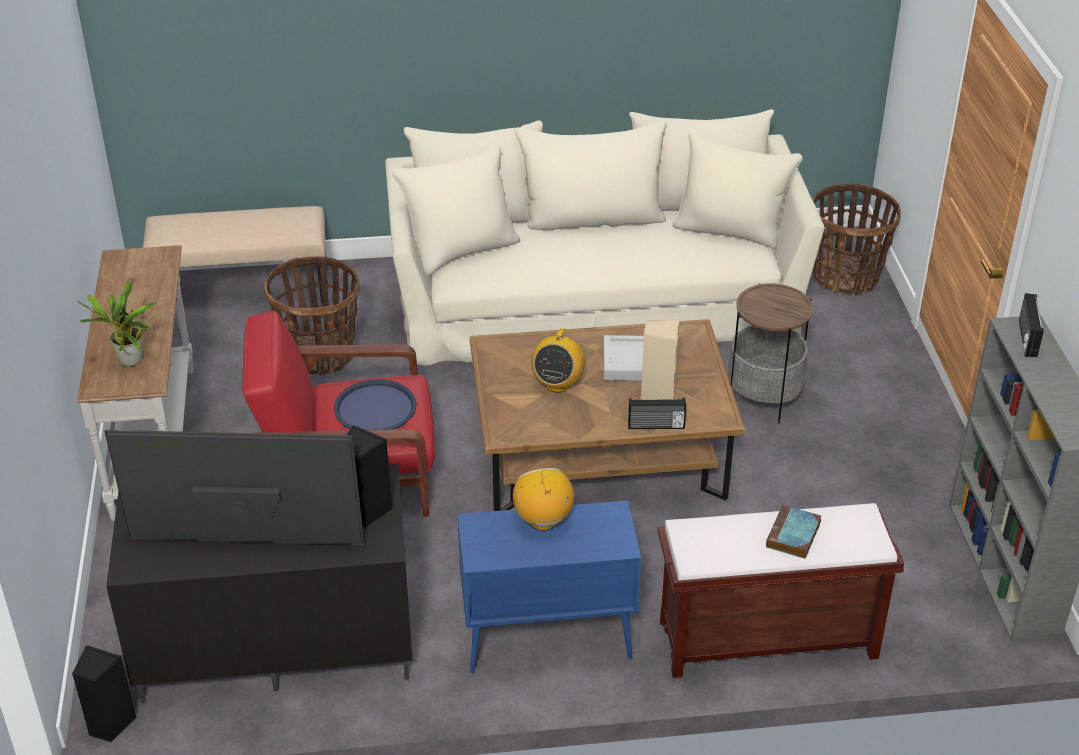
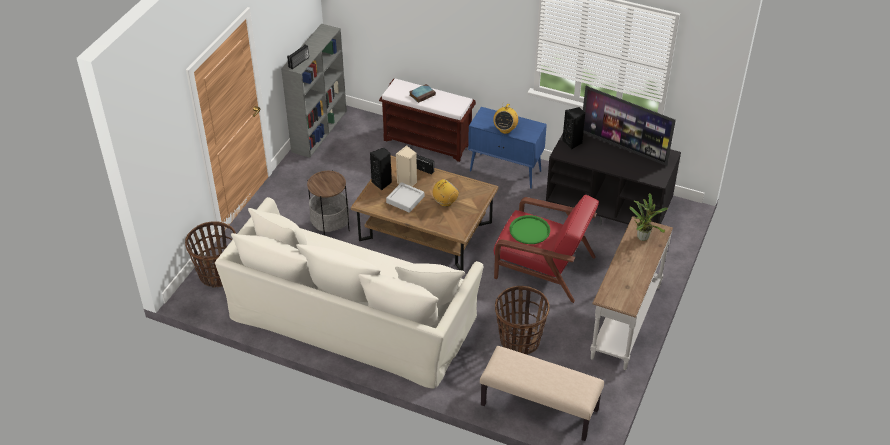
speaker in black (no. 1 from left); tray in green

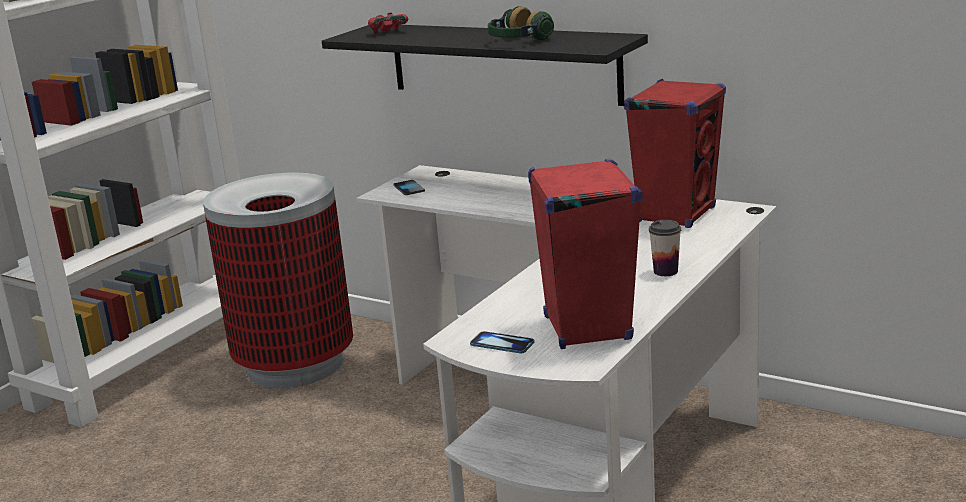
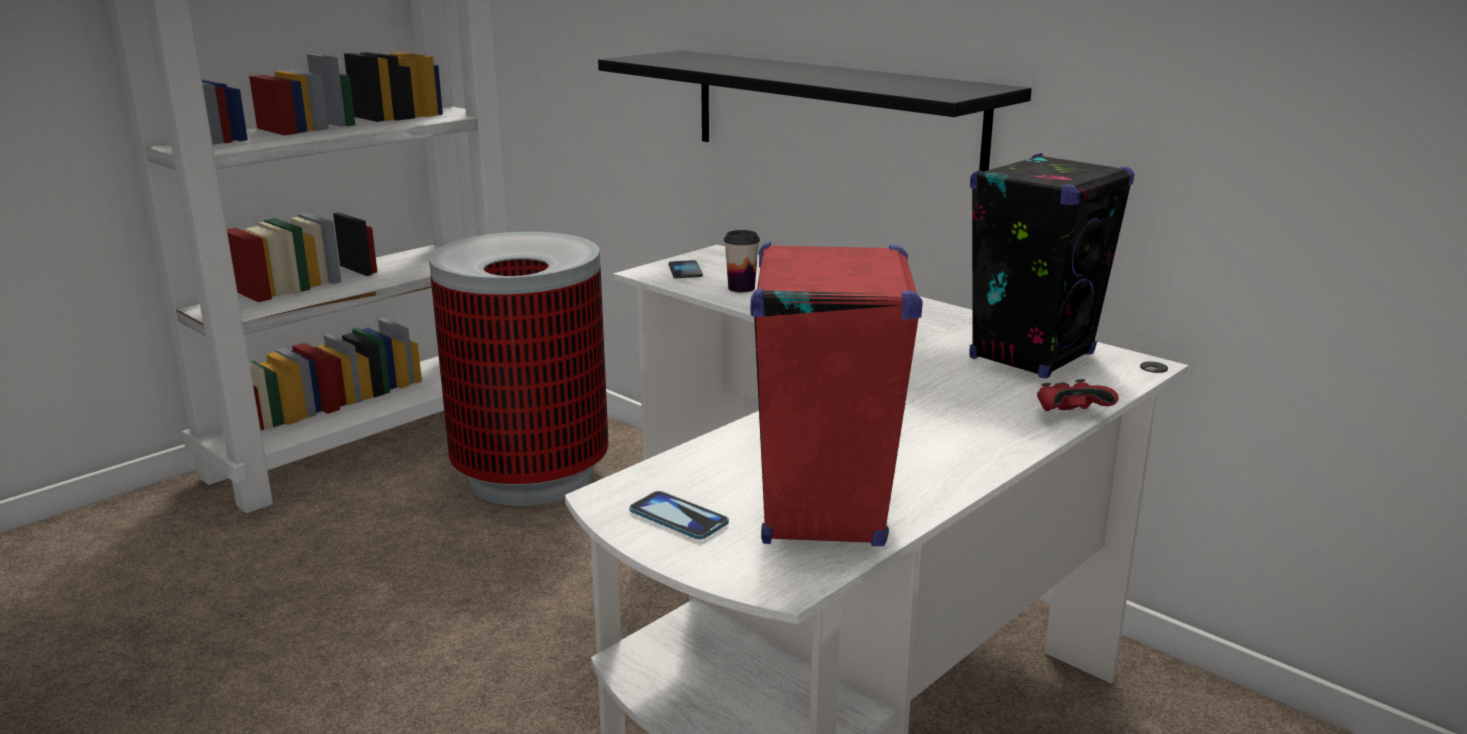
headphones; game controller in red; cup; speaker in black

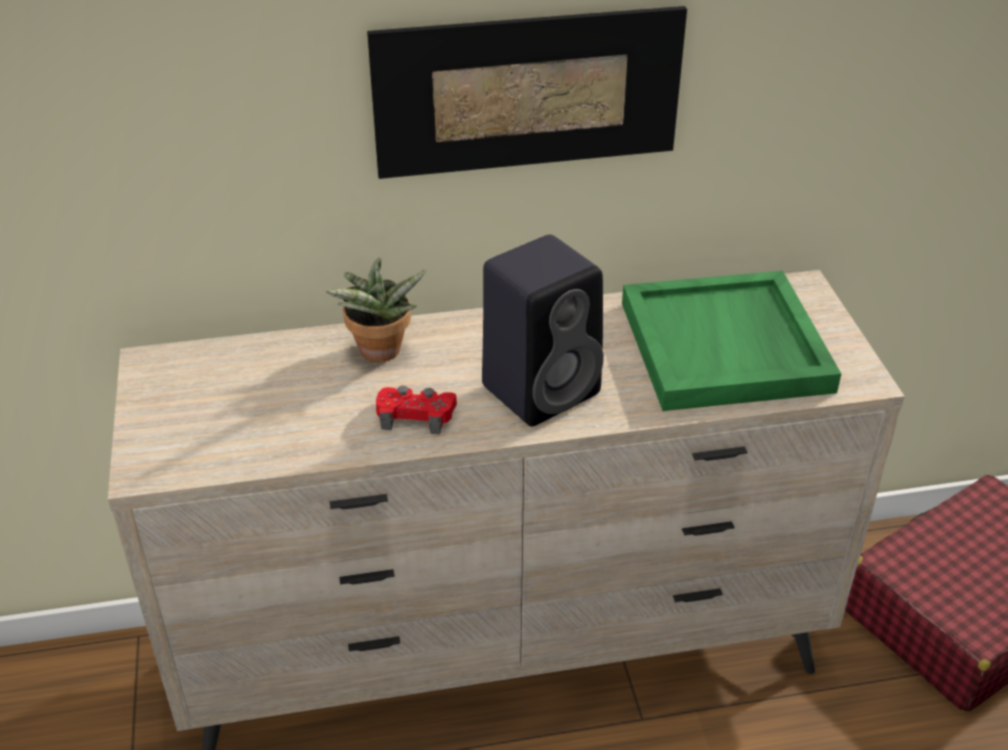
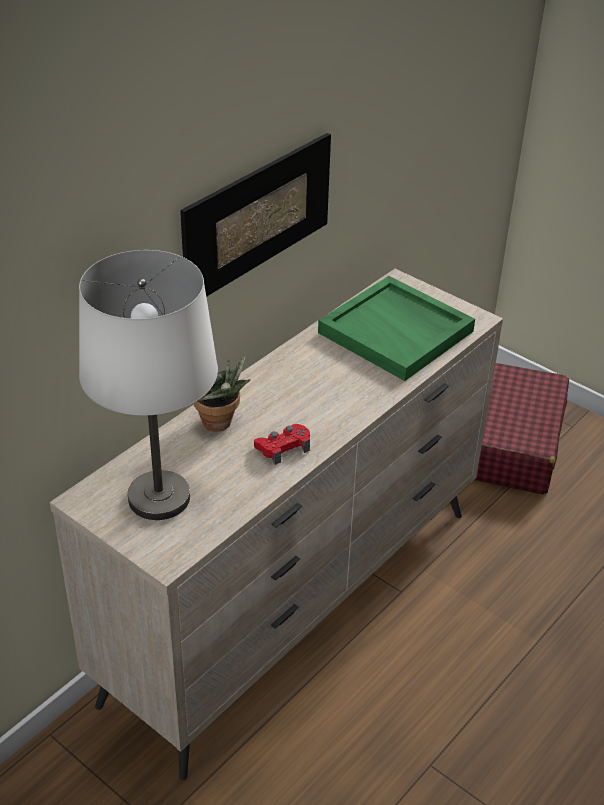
speaker in black; table lamp in white

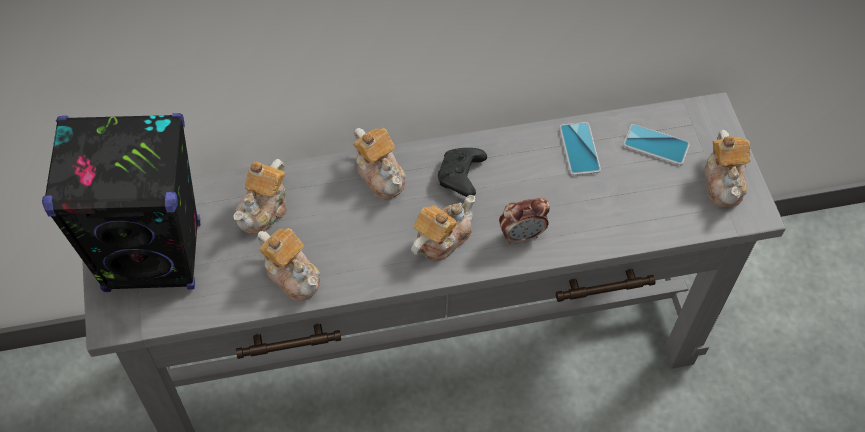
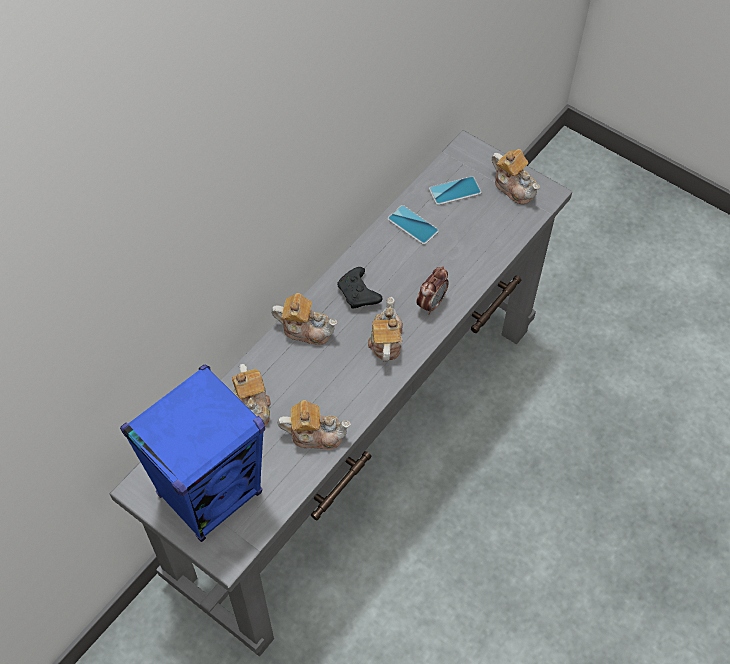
speaker in blue

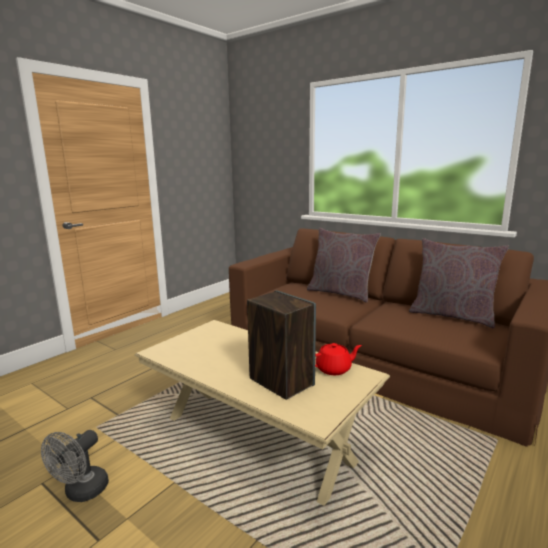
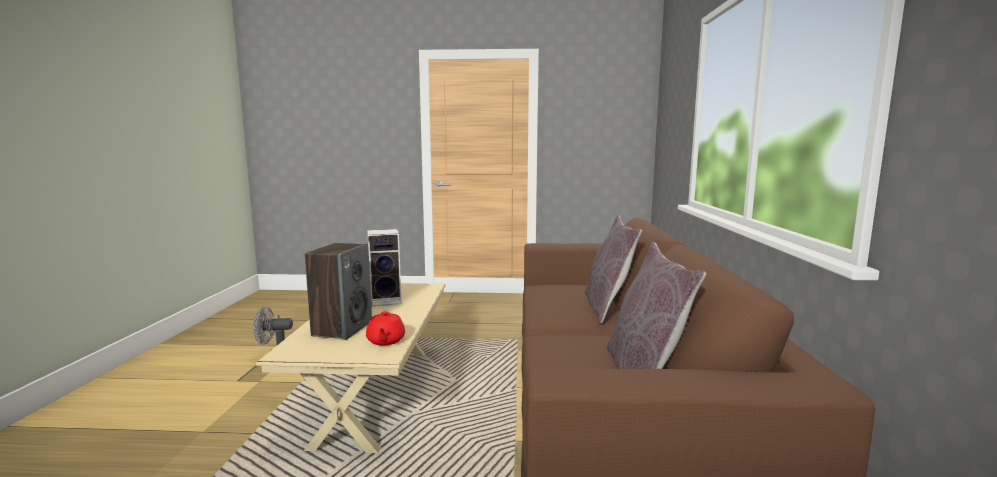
speaker (no. 2 from left); teapot in red

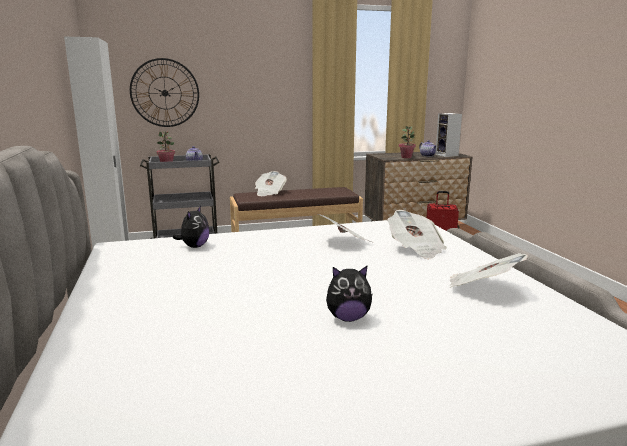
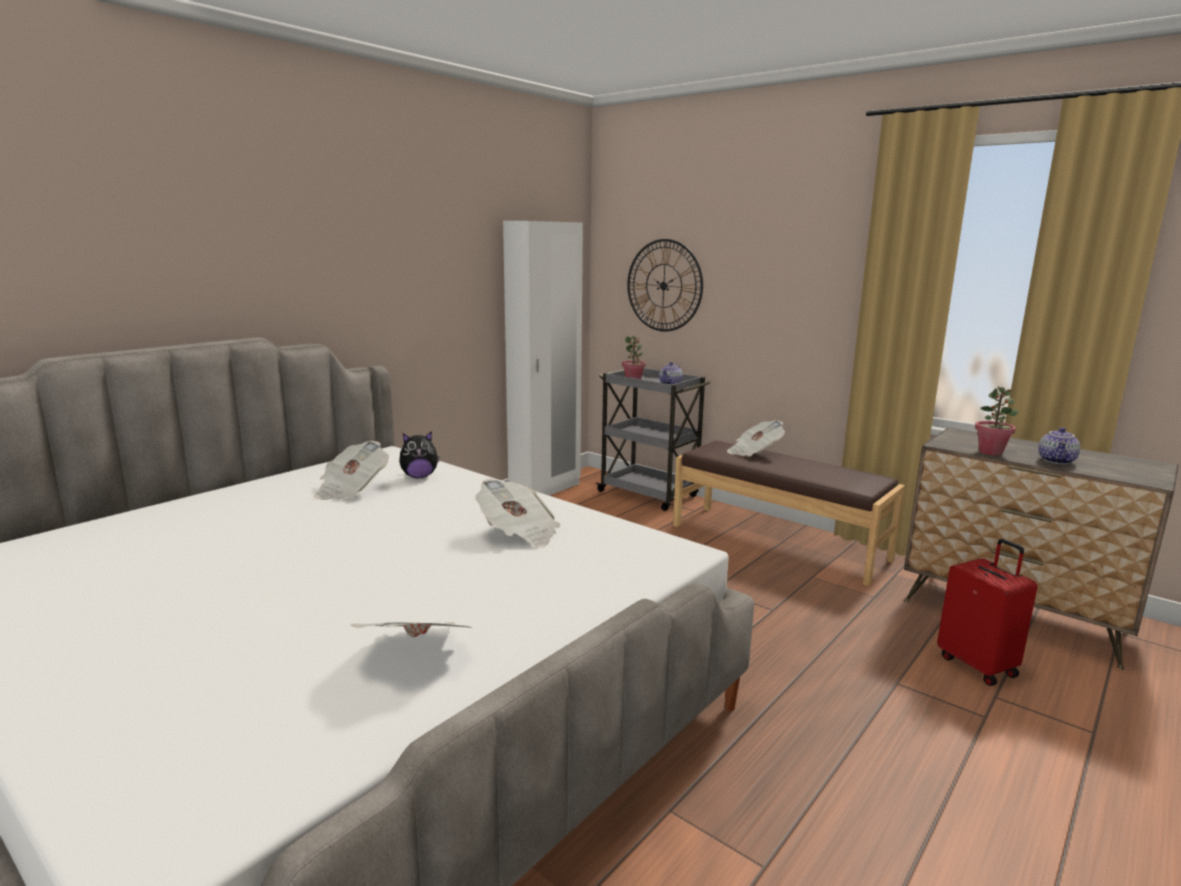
plush toy (no. 2 from left in the first image); speaker; newspaper (no. 1 from left)

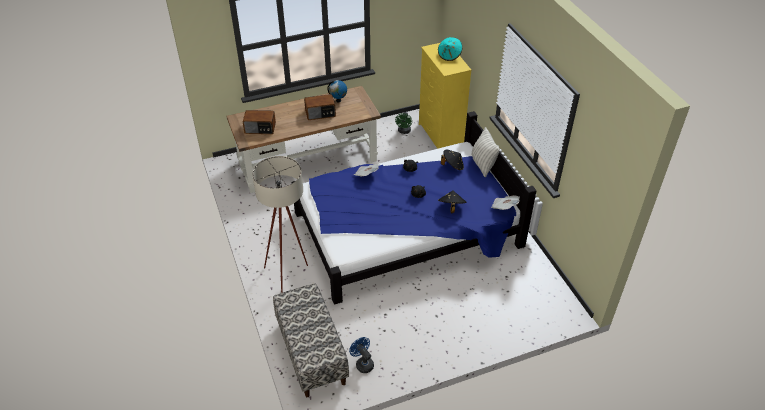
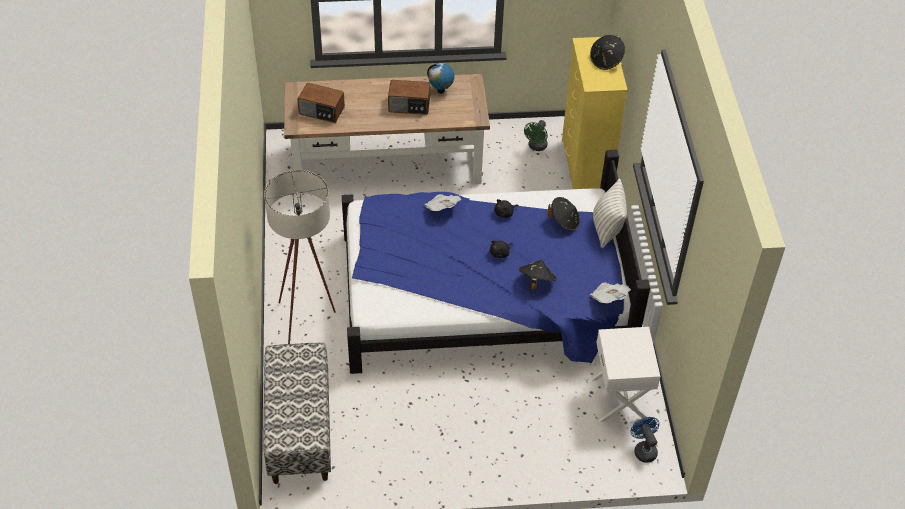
nightstand in white; fan in blue; hat in black (no. 3 from left)

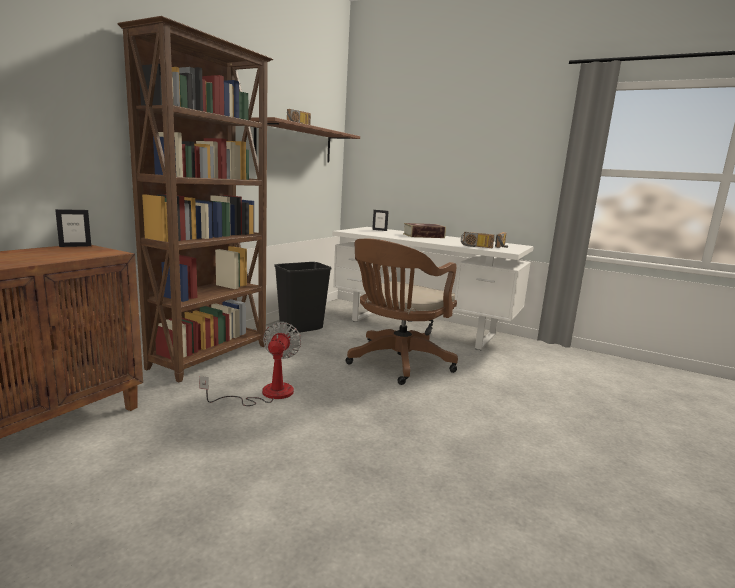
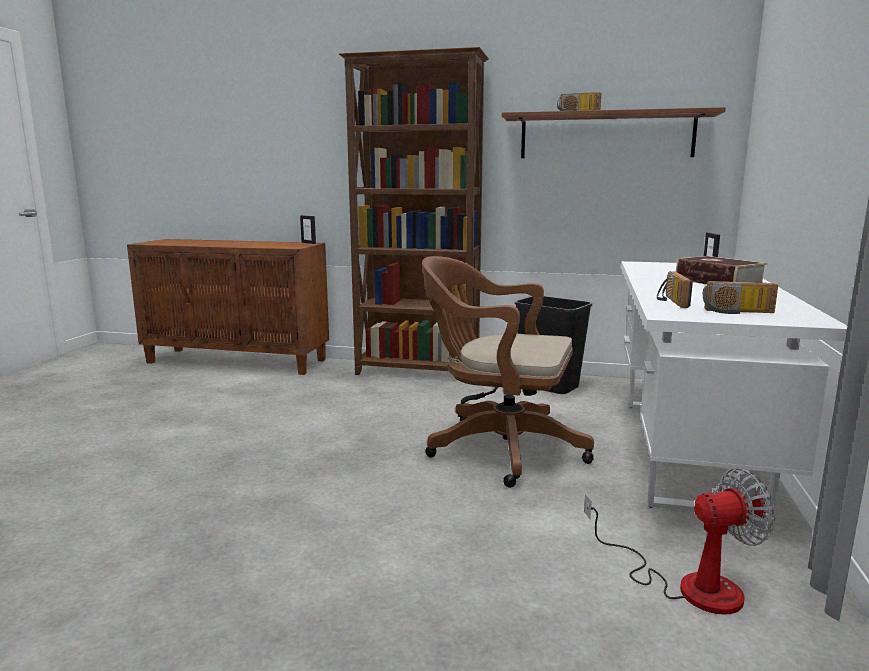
fan

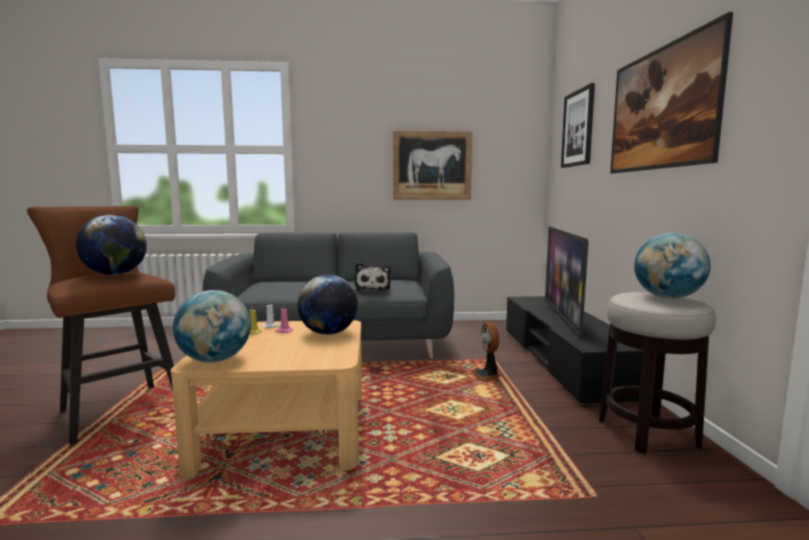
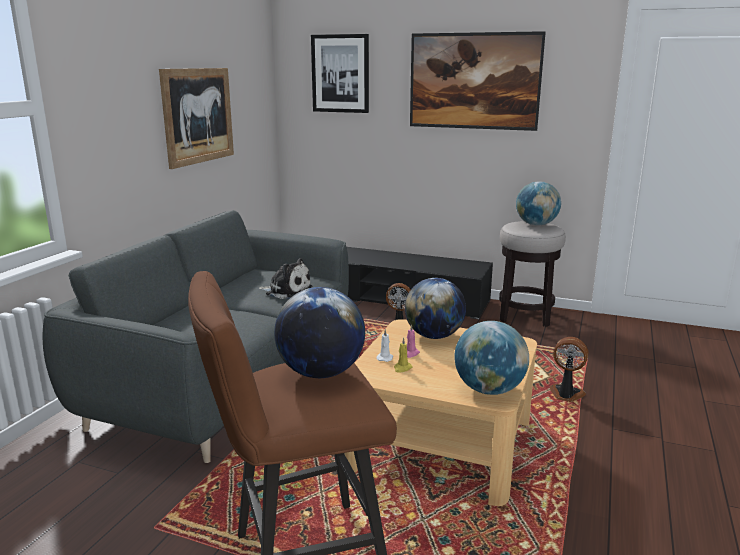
television; fan (no. 2 from left)

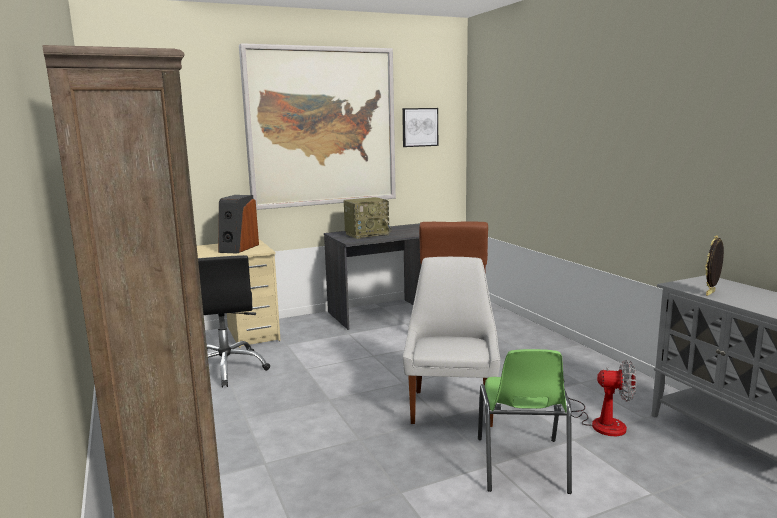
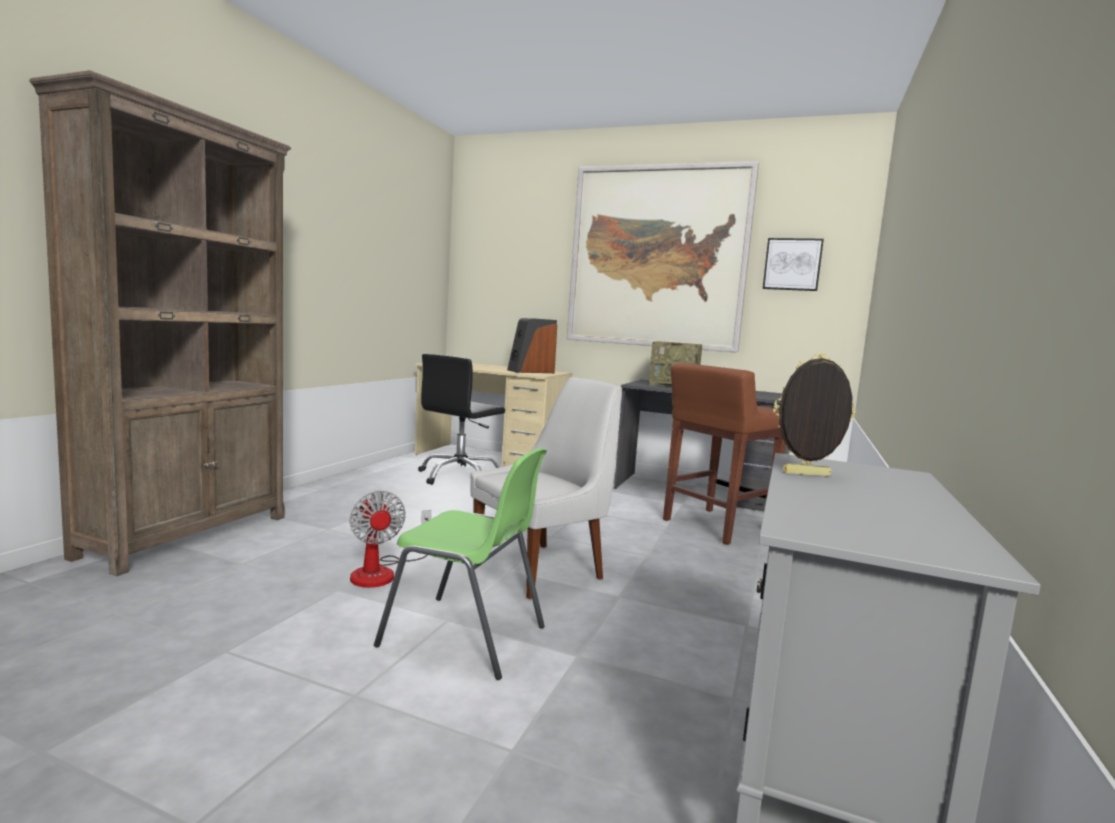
fan; chair in green

